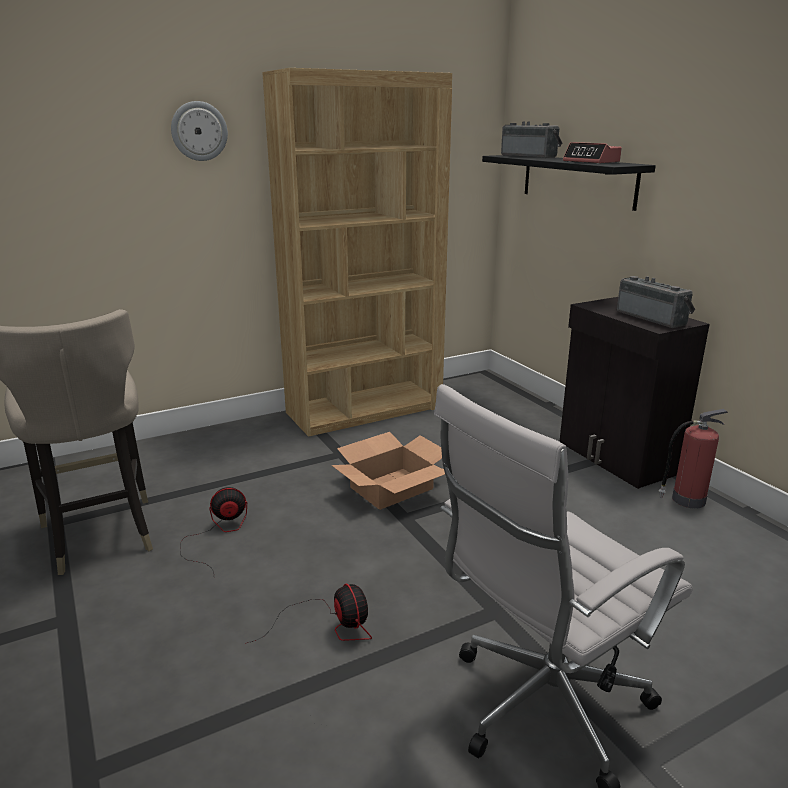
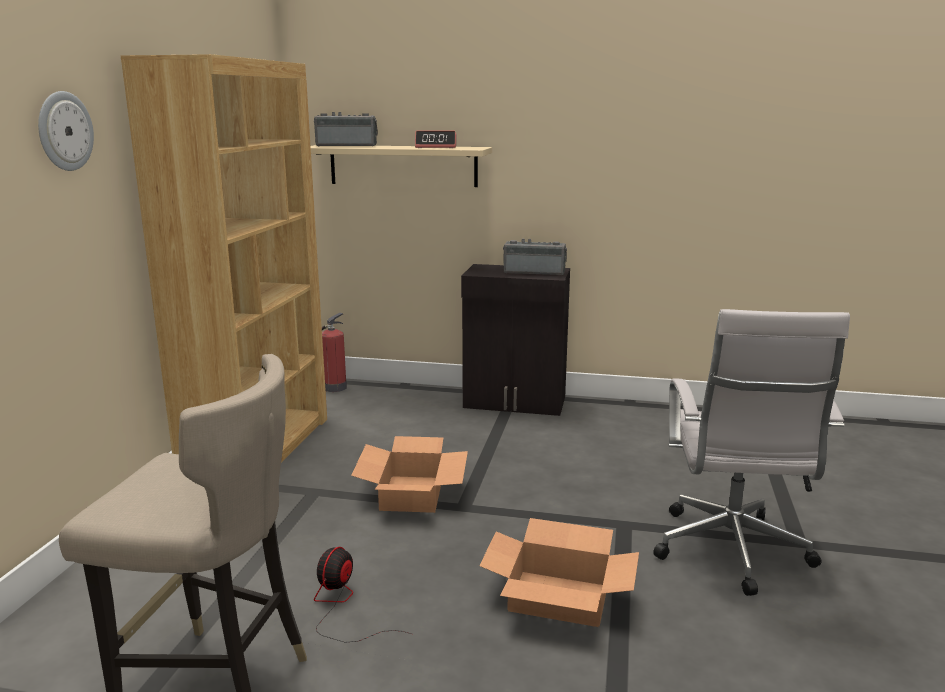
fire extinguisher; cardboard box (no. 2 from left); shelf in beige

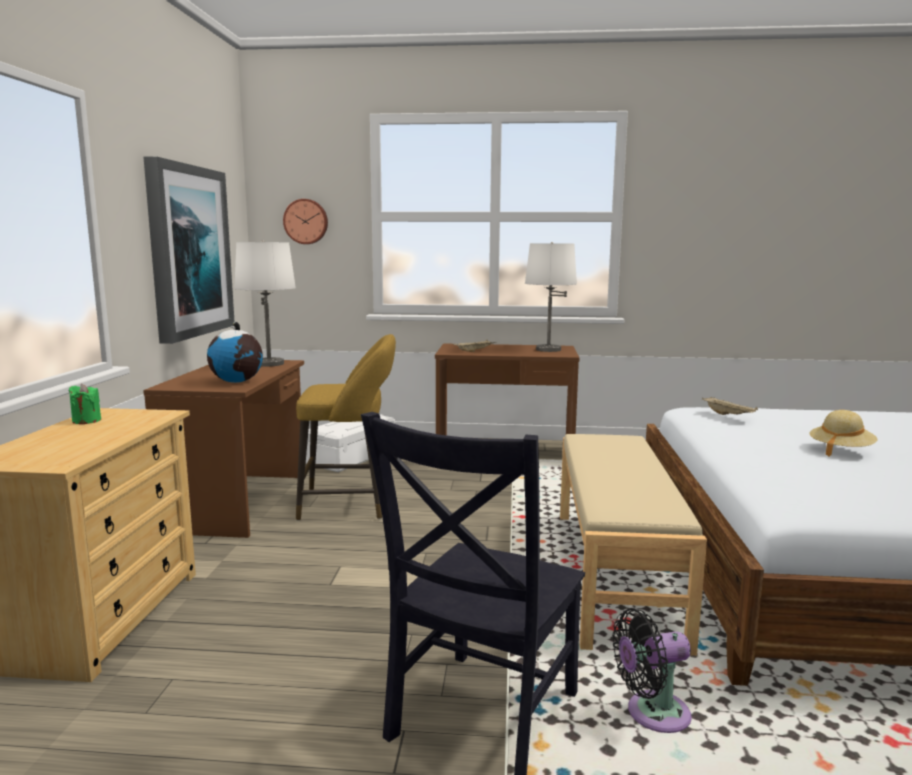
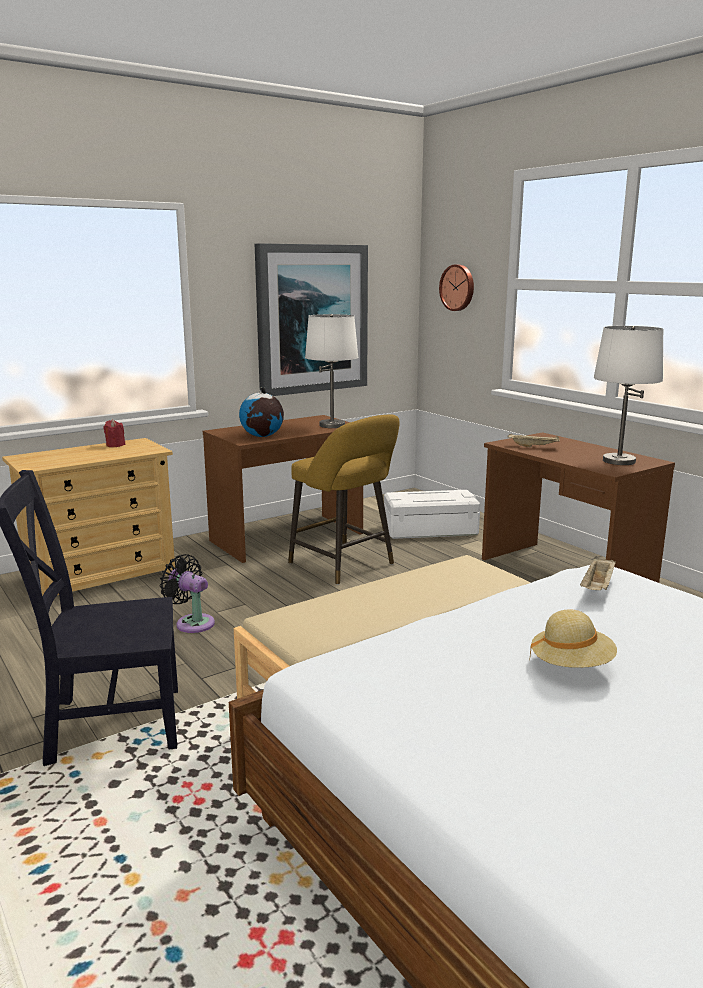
fan in black; candle in red

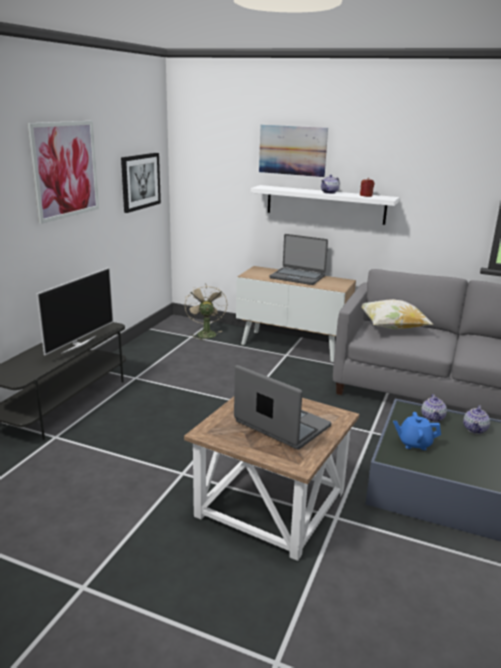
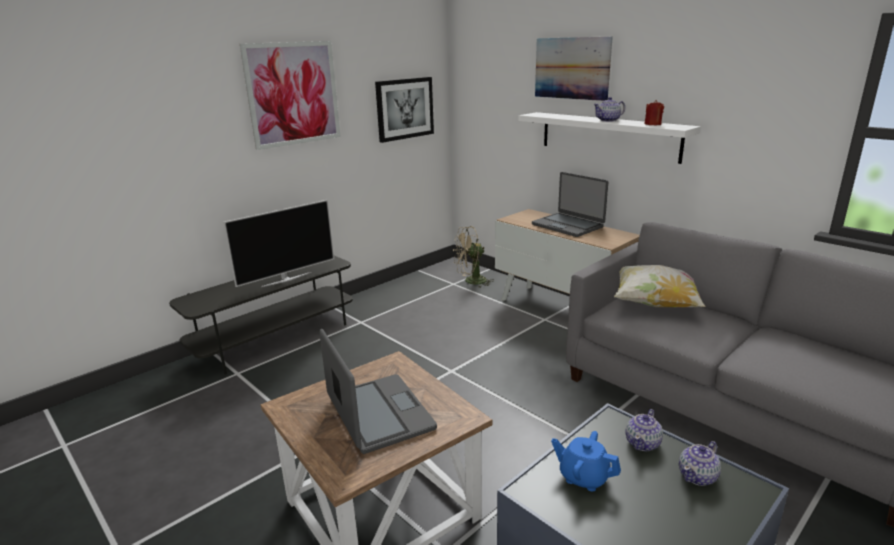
fan in beige

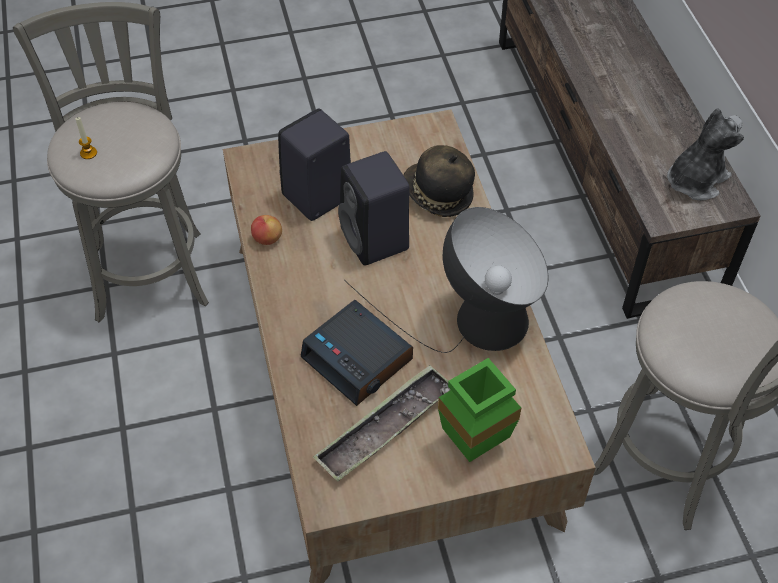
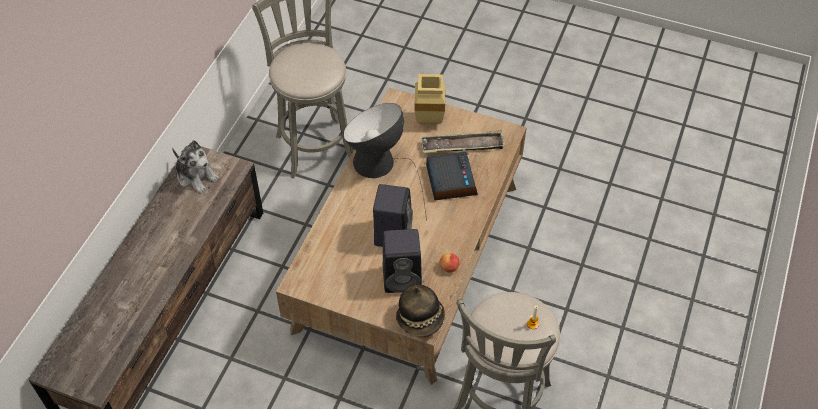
hat; vase in beige; plush toy

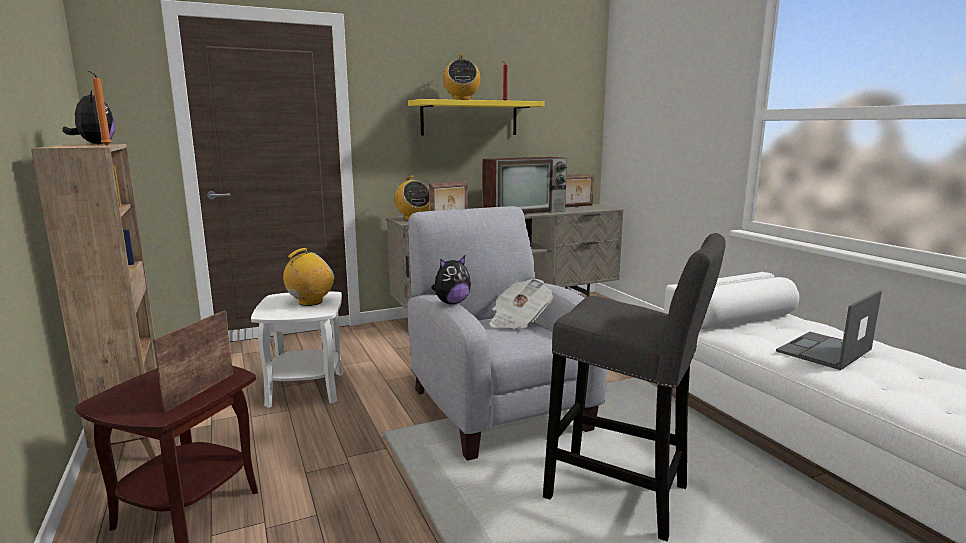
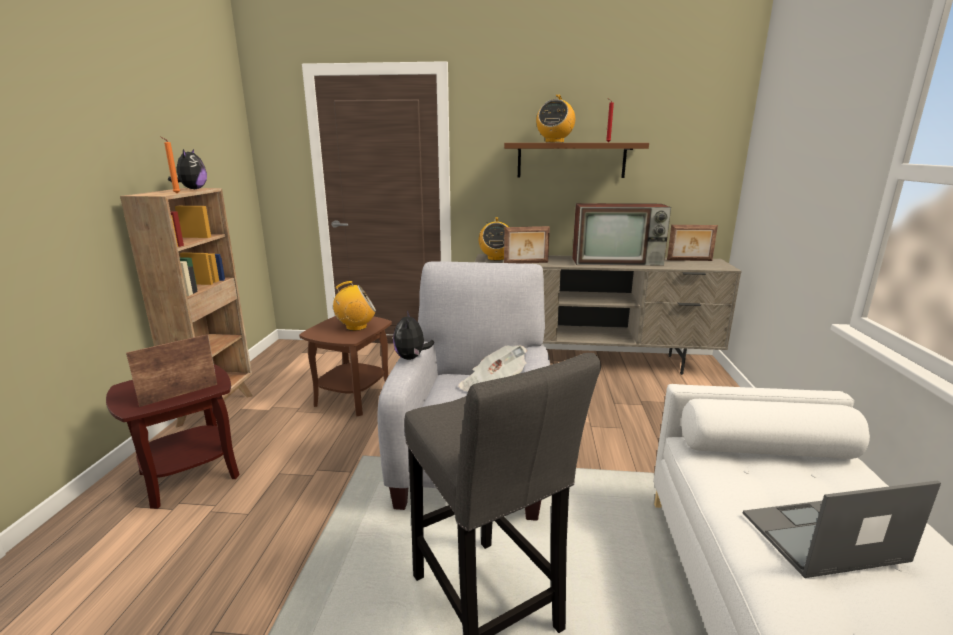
side table in brown (no. 2 from left); shelf in brown; plush toy (no. 2 from left)

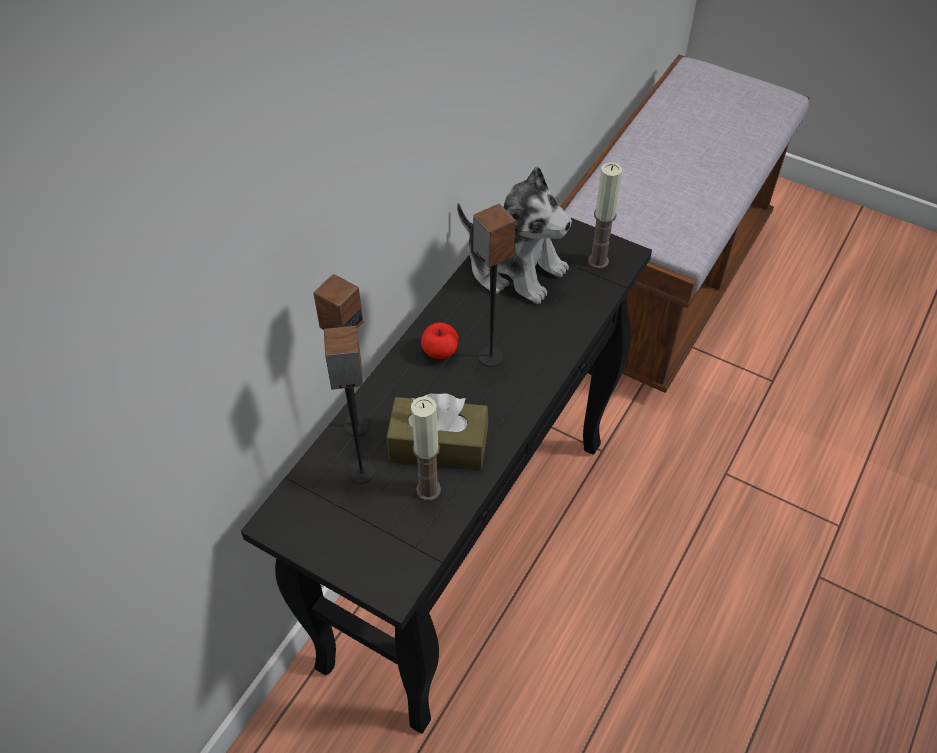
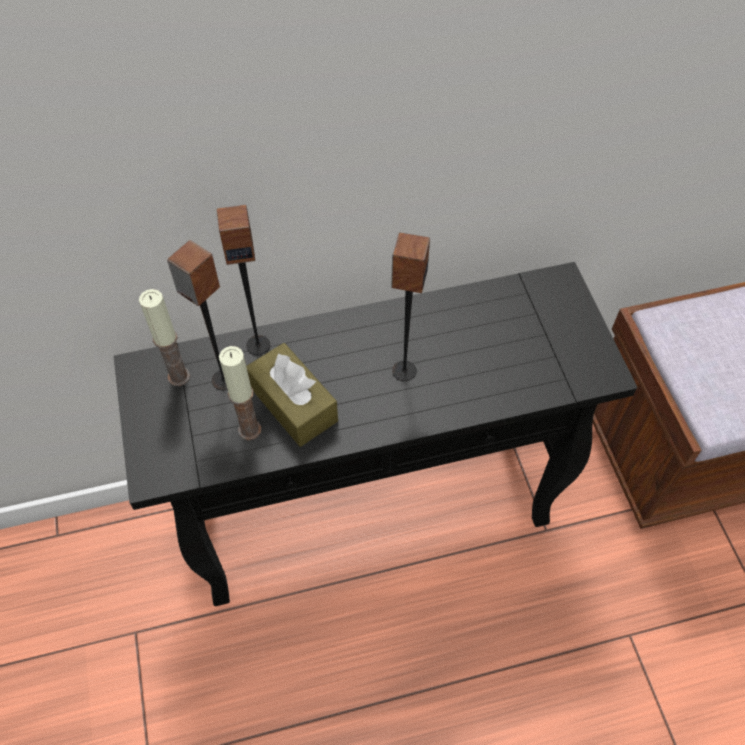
apple; plush toy; candle (no. 1 from left)

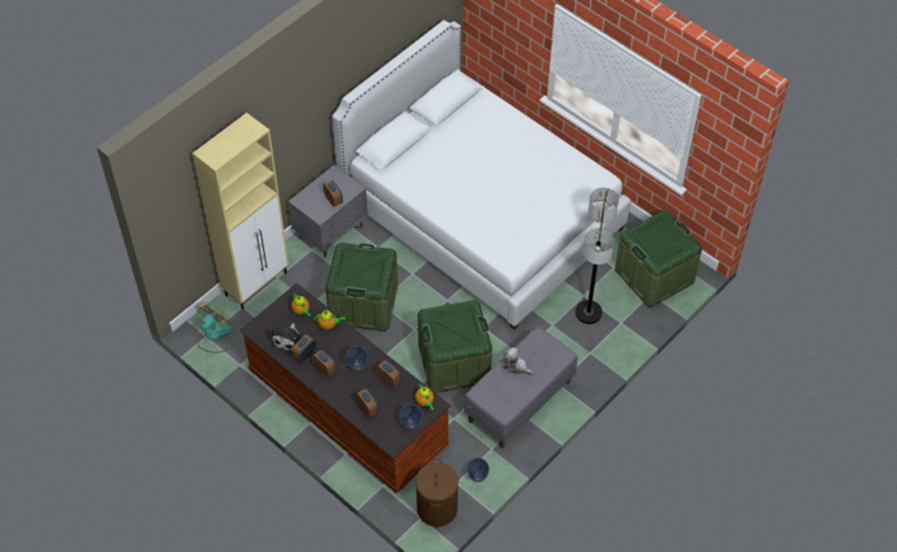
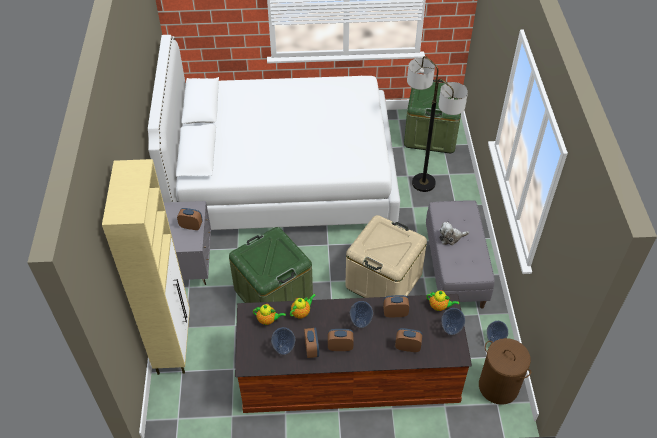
fan; vase (no. 1 from left); storage box in beige

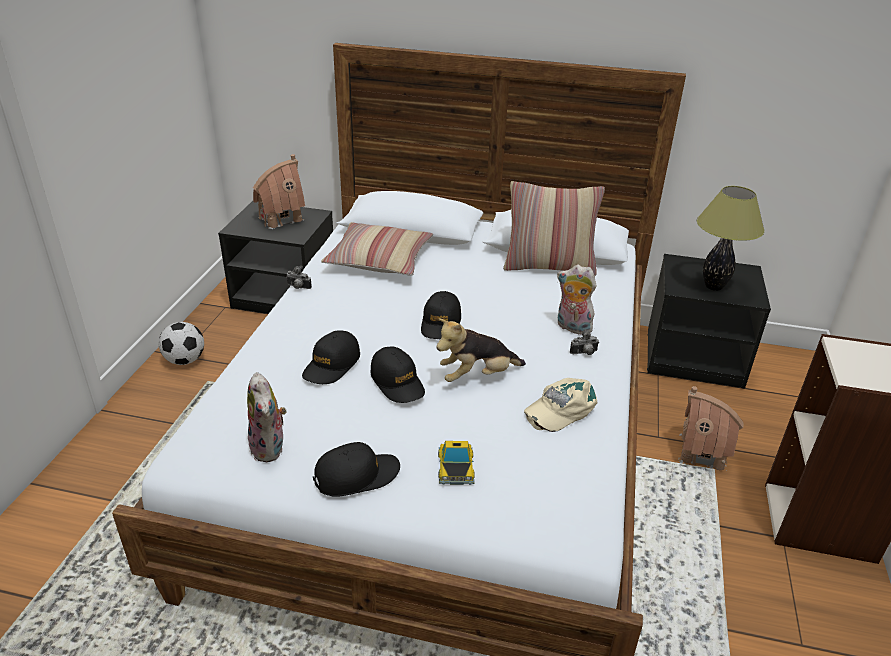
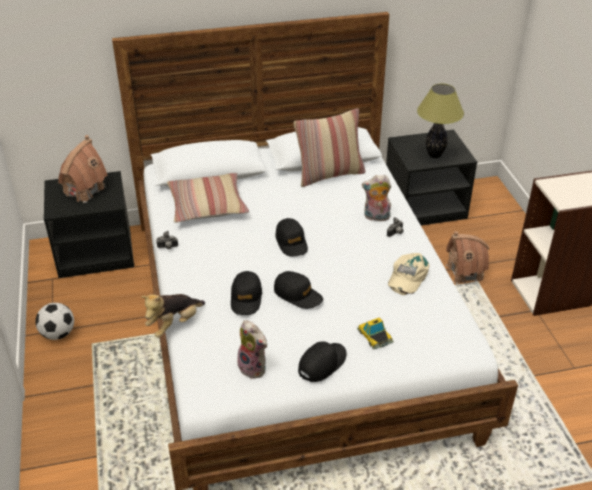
plush toy (no. 1 from left)

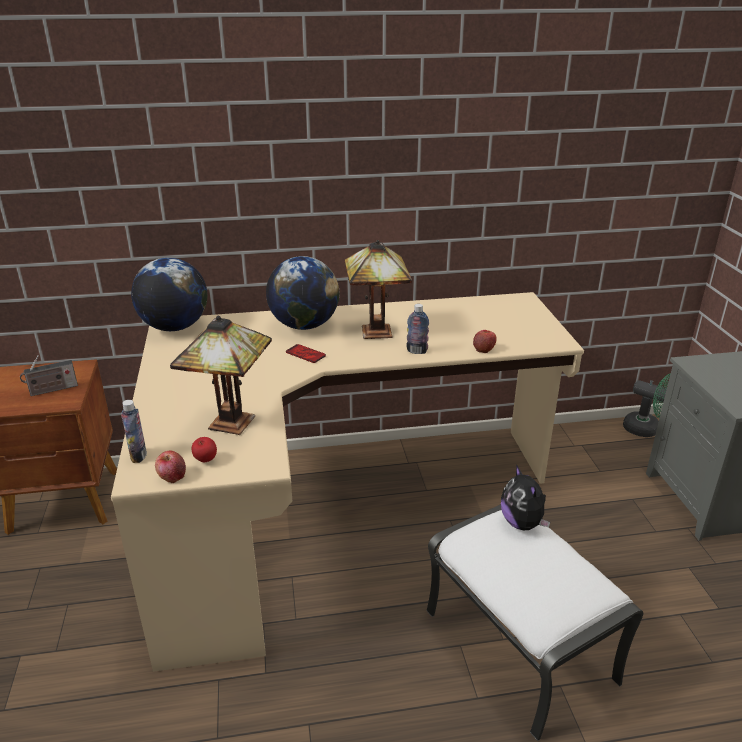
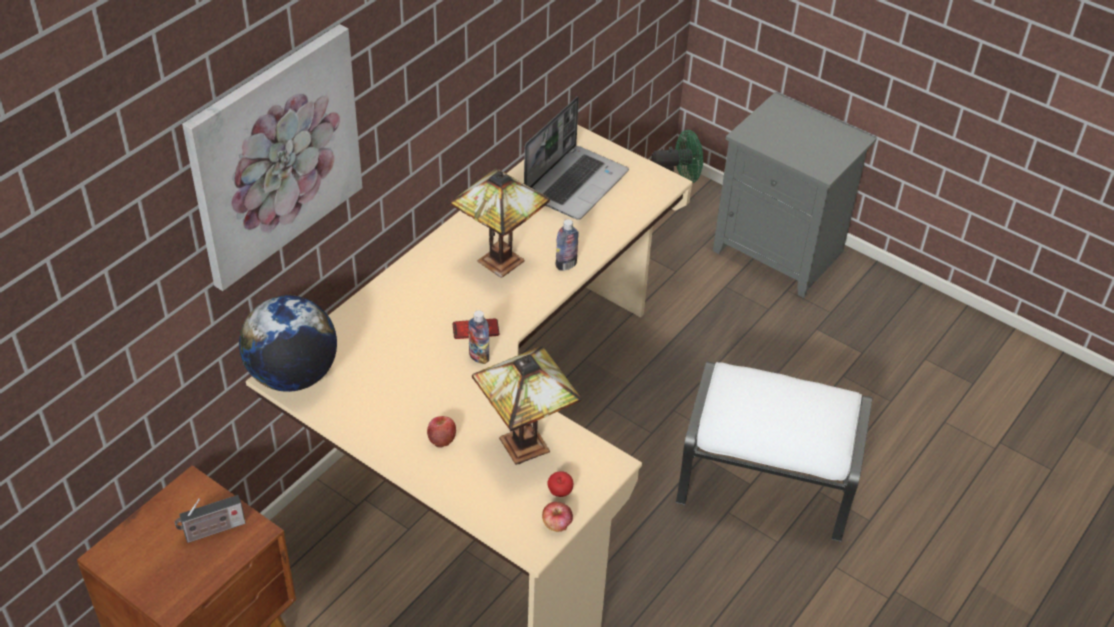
globe (no. 2 from left in the first image); plush toy; picture; laptop; bottle (no. 1 from left); apple (no. 1 from left); radio

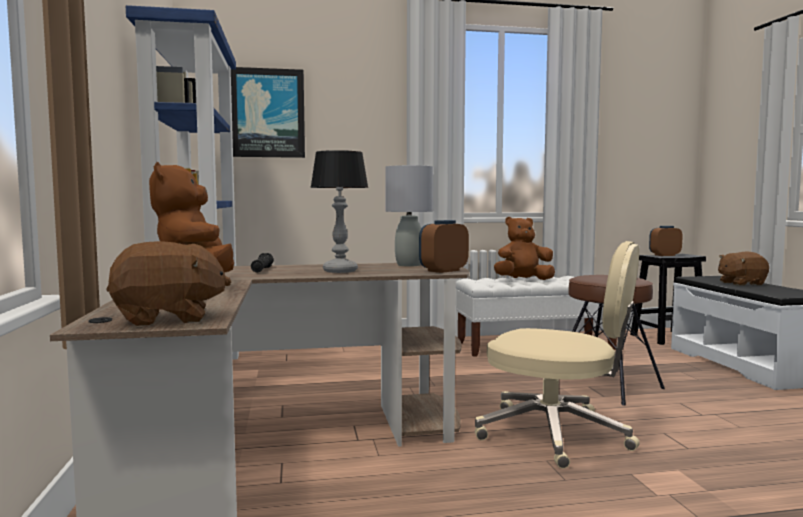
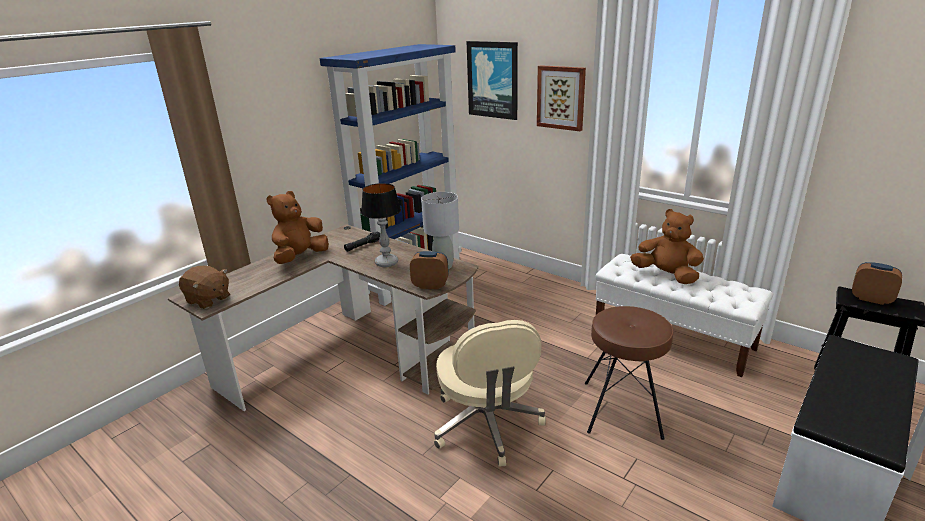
plush toy in brown (no. 4 from left in the first image); picture (no. 2 from left)

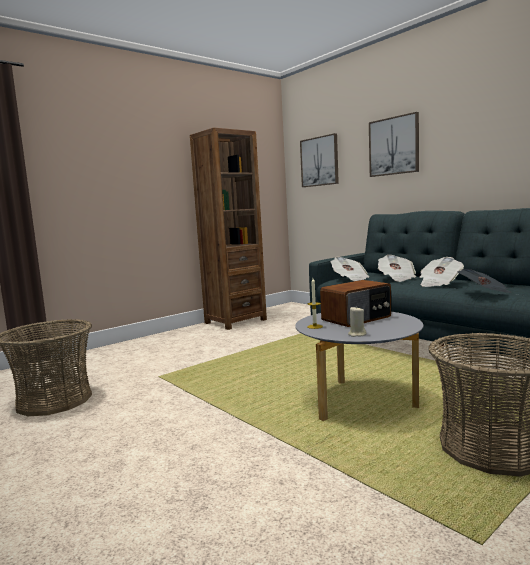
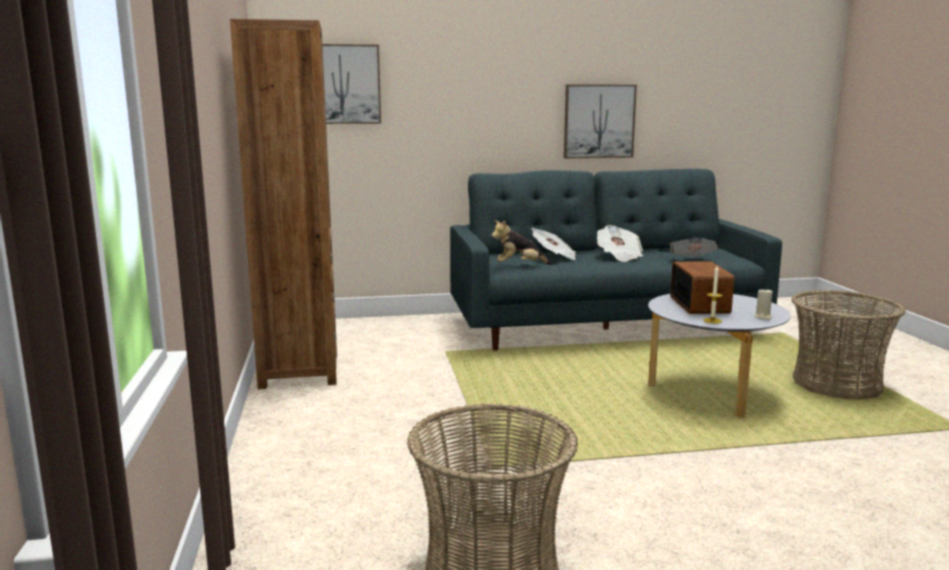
picture (no. 2 from left); plush toy

